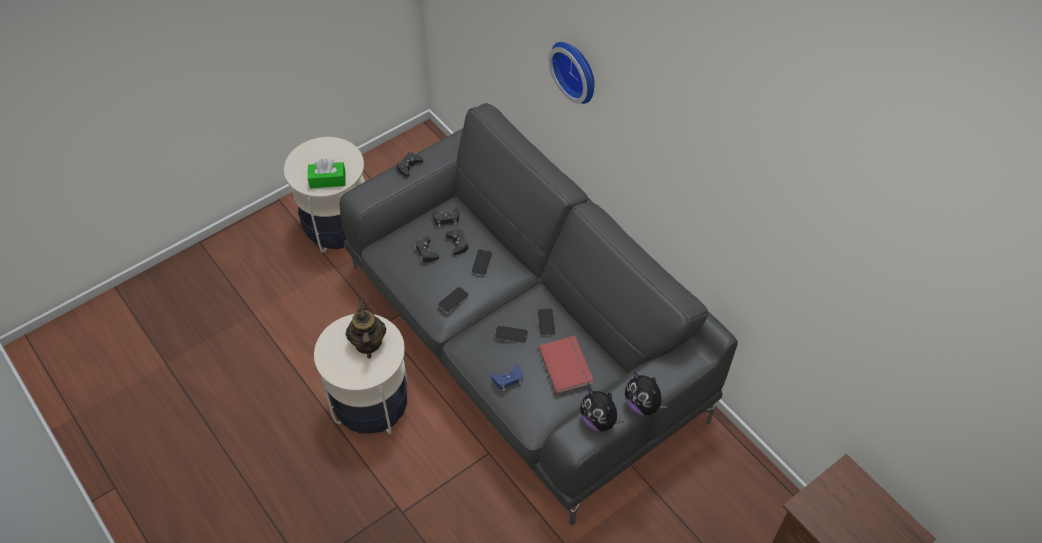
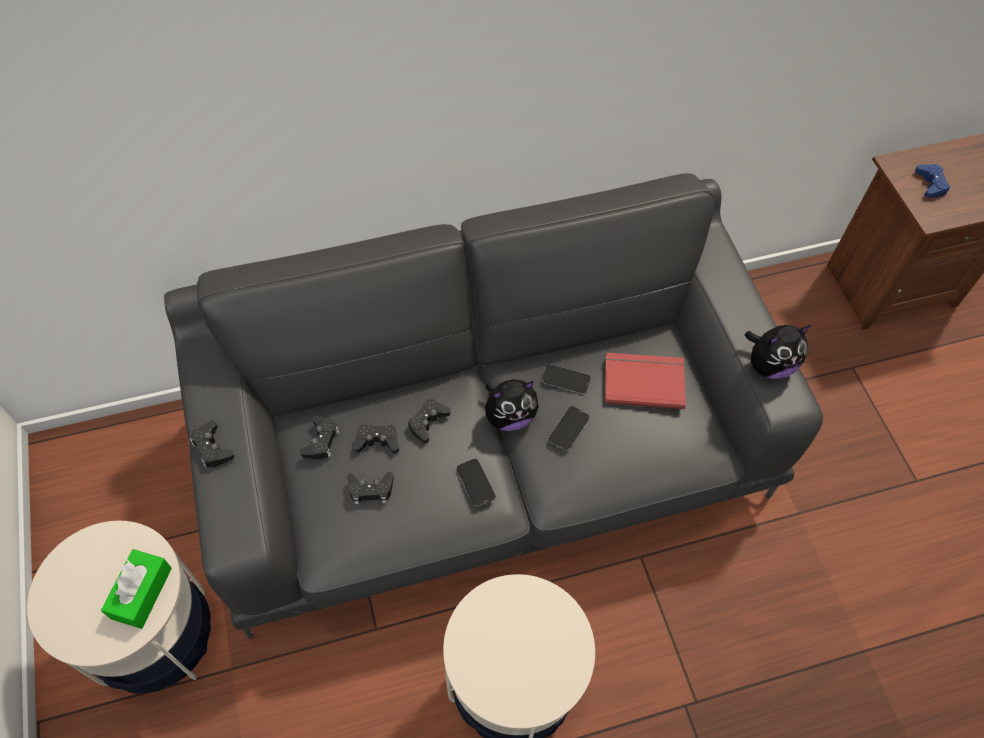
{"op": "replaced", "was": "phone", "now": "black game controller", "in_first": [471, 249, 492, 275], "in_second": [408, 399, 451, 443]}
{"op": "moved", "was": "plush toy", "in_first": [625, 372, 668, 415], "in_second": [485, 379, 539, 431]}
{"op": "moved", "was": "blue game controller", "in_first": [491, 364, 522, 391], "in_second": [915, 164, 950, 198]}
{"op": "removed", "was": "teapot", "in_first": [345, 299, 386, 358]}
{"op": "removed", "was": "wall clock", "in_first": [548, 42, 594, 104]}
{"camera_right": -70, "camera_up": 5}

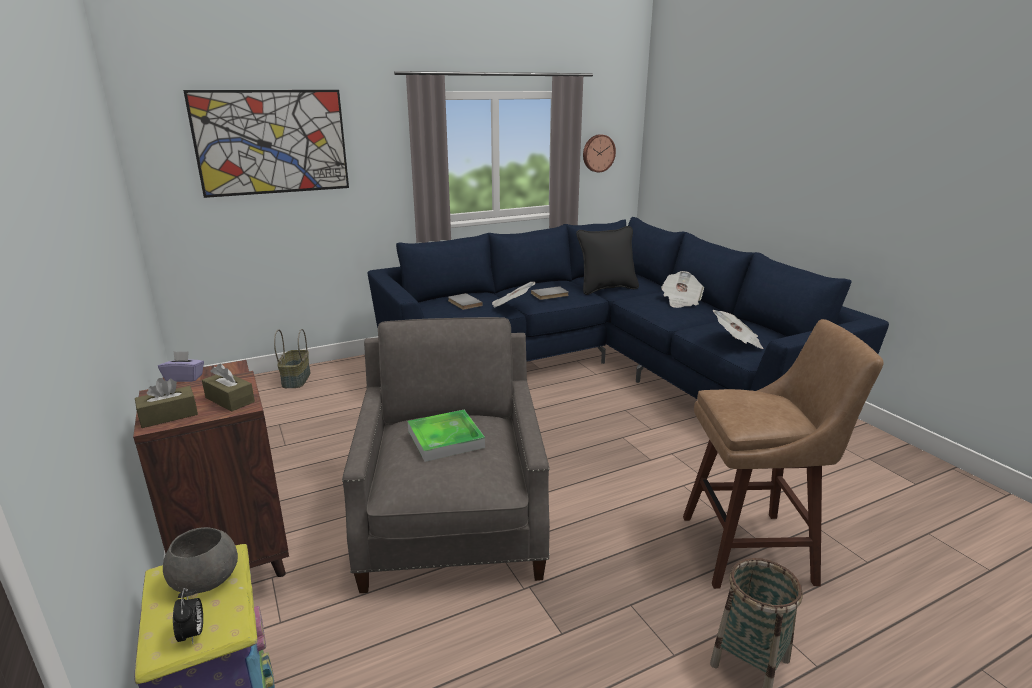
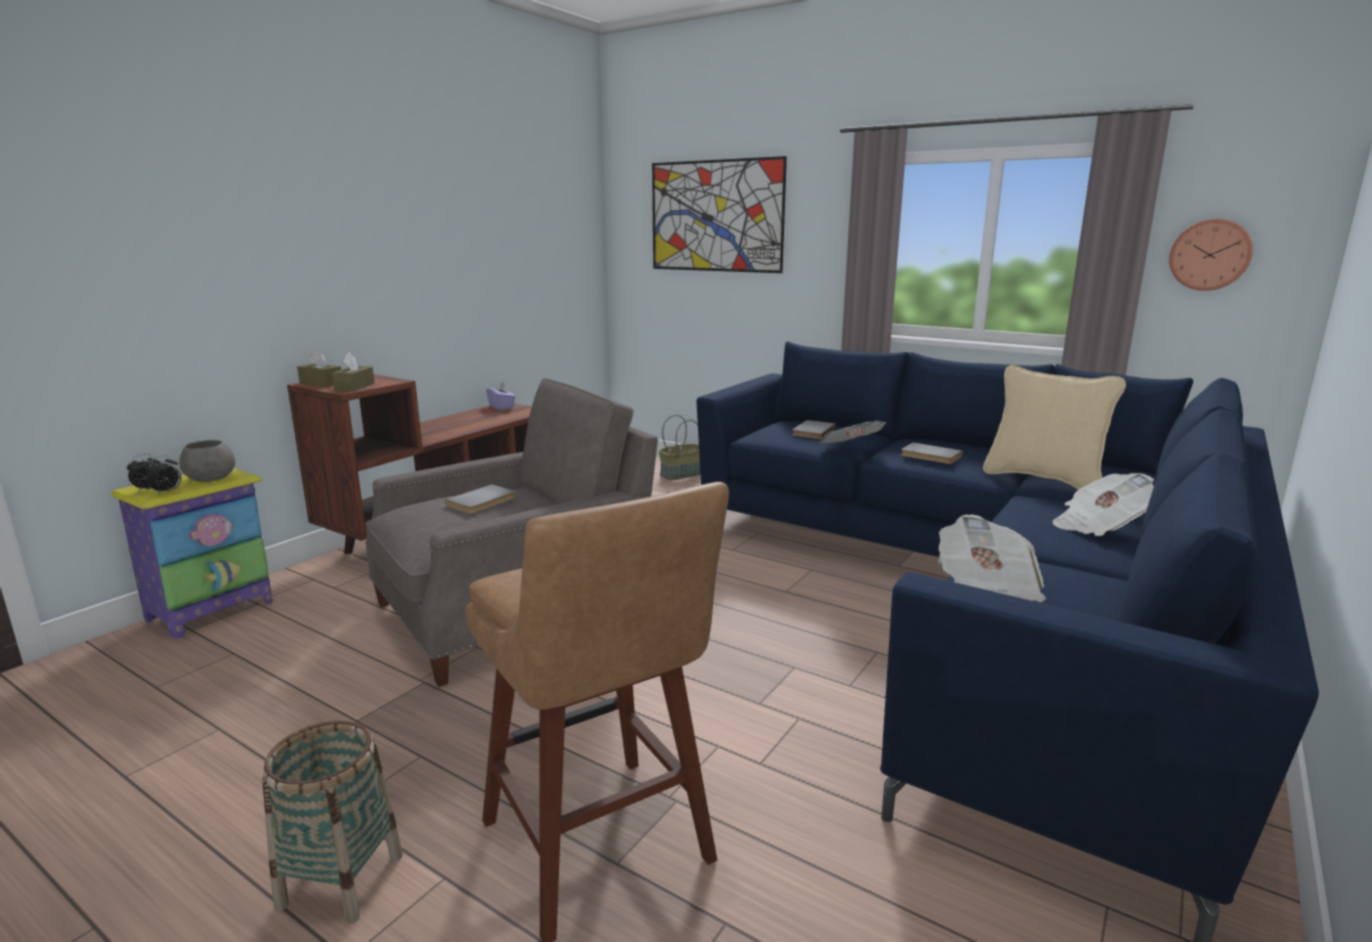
{"op": "added", "now": "alarm clock", "in_second": [146, 455, 181, 494]}
{"op": "replaced", "was": "tray", "now": "grey book", "in_first": [408, 410, 485, 462], "in_second": [445, 484, 516, 514]}
{"op": "recoloured", "was": "black pillow", "now": "beige pillow", "in_first": [576, 226, 639, 295], "in_second": [983, 365, 1126, 489]}
{"camera_right": 60, "camera_up": -5}

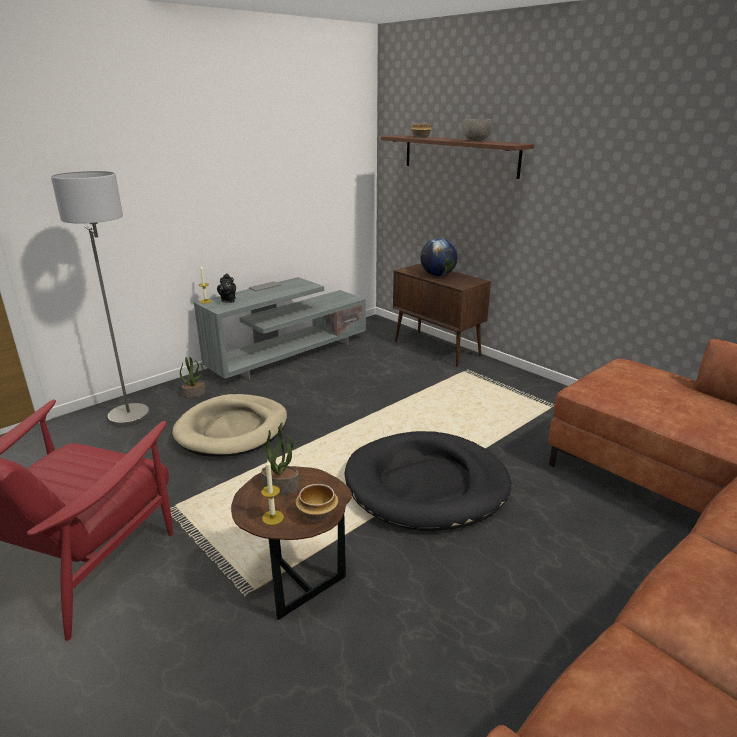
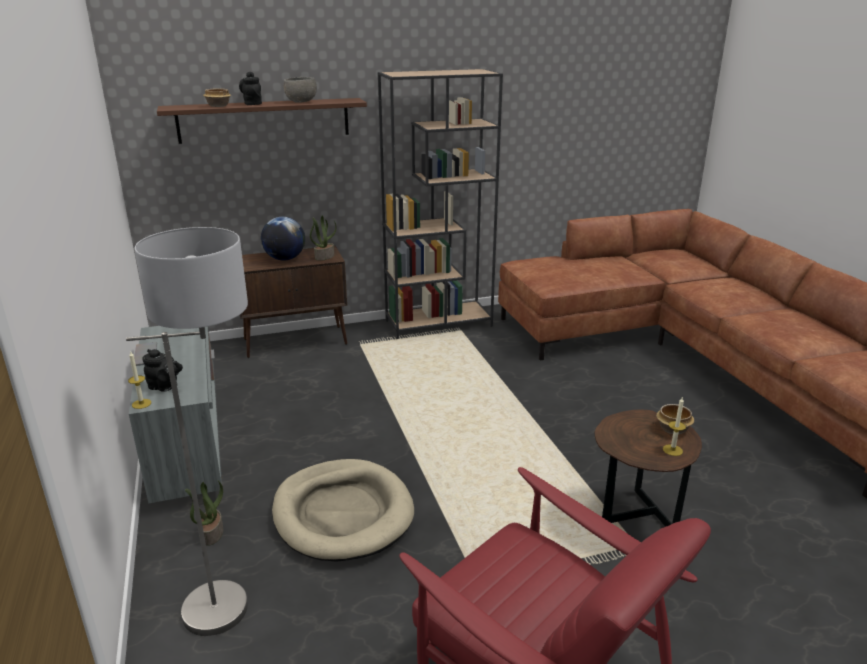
{"op": "added", "now": "black teapot", "in_second": [239, 71, 262, 105]}
{"op": "moved", "was": "potted plant", "in_first": [261, 422, 299, 495], "in_second": [310, 215, 337, 261]}
{"op": "added", "now": "bookcase", "in_second": [378, 69, 503, 339]}
{"op": "removed", "was": "black dog bed", "in_first": [344, 431, 512, 531]}
{"camera_right": -65, "camera_up": 0}

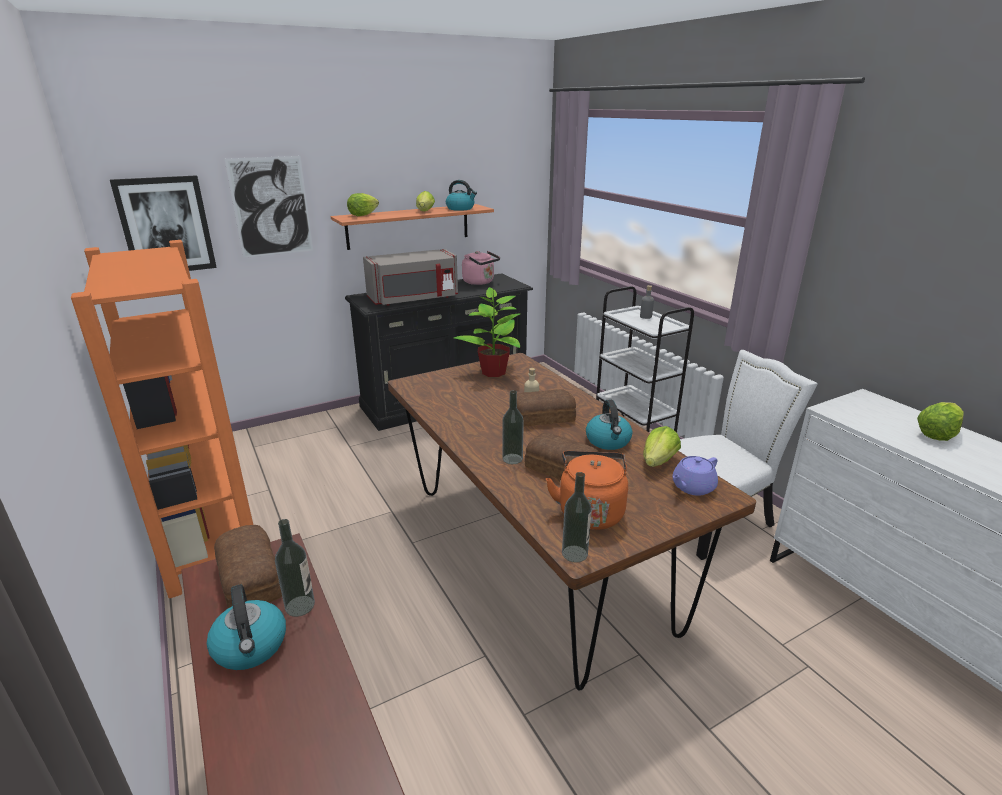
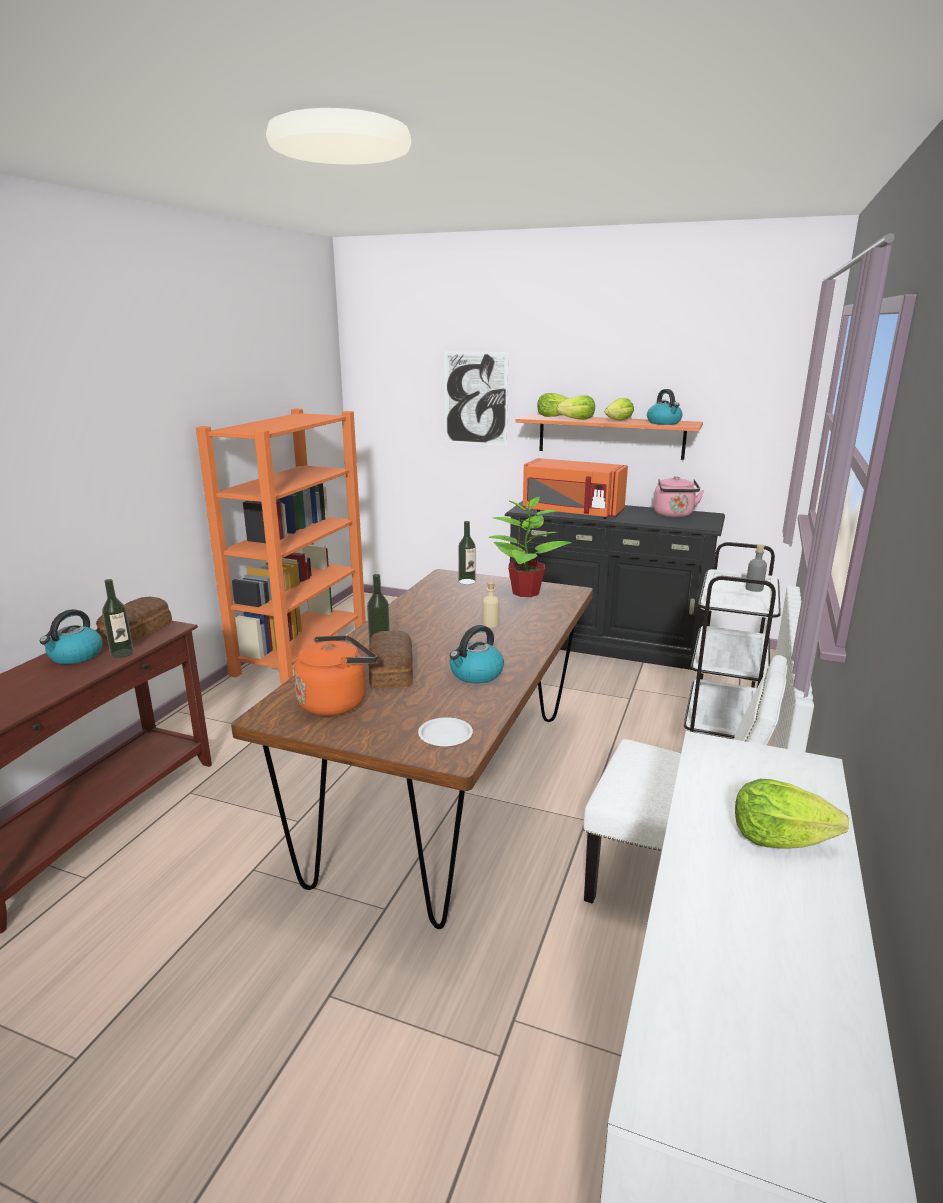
{"op": "replaced", "was": "purple teapot", "now": "white plate", "in_first": [672, 456, 718, 496], "in_second": [418, 717, 473, 747]}
{"op": "moved", "was": "bottle", "in_first": [562, 472, 592, 563], "in_second": [458, 521, 476, 585]}
{"op": "recoloured", "was": "grey microwave", "now": "orange microwave", "in_first": [363, 249, 458, 306], "in_second": [523, 458, 628, 519]}
{"op": "moved", "was": "lettuce", "in_first": [643, 426, 681, 467], "in_second": [557, 395, 595, 420]}
{"op": "removed", "was": "picture", "in_first": [110, 175, 217, 271]}
{"op": "removed", "was": "bread", "in_first": [517, 389, 576, 427]}
{"camera_right": 50, "camera_up": -5}

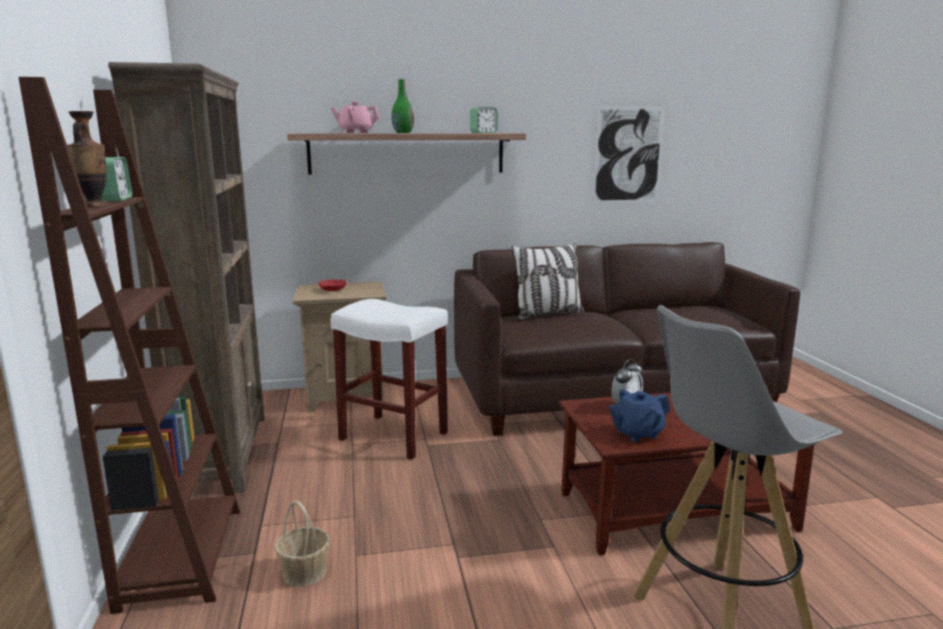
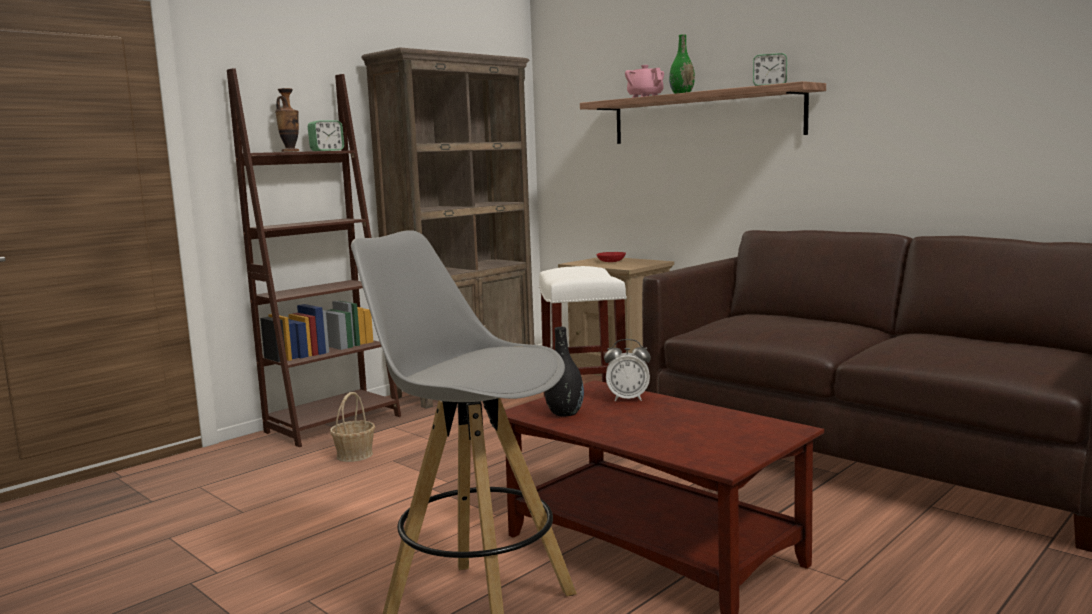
{"op": "replaced", "was": "blue teapot", "now": "black vase", "in_first": [609, 389, 670, 442], "in_second": [545, 327, 584, 417]}
{"op": "removed", "was": "pillow", "in_first": [511, 243, 584, 320]}
{"op": "removed", "was": "picture", "in_first": [593, 106, 664, 203]}
{"camera_right": 55, "camera_up": -5}

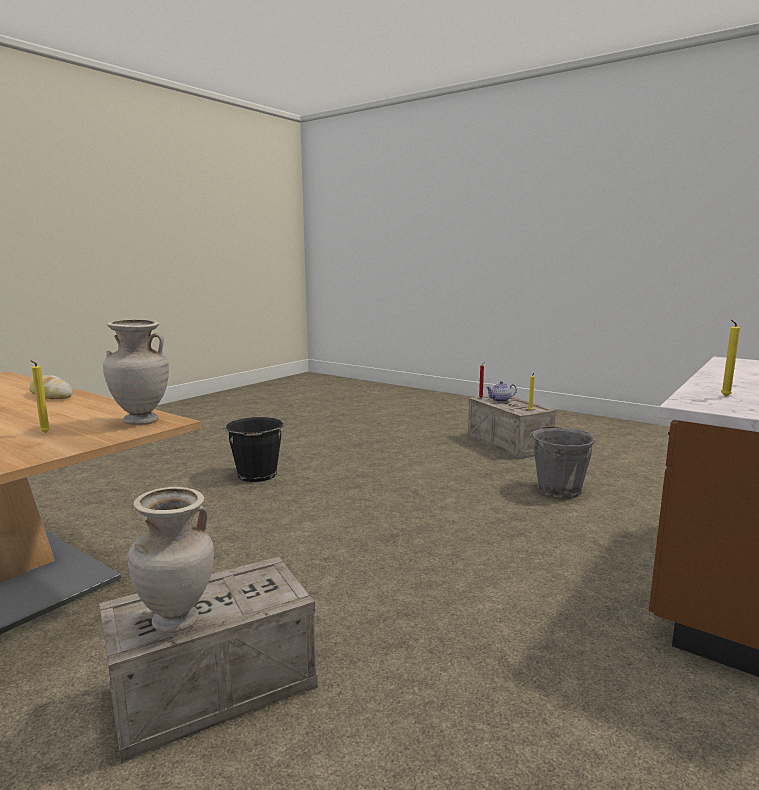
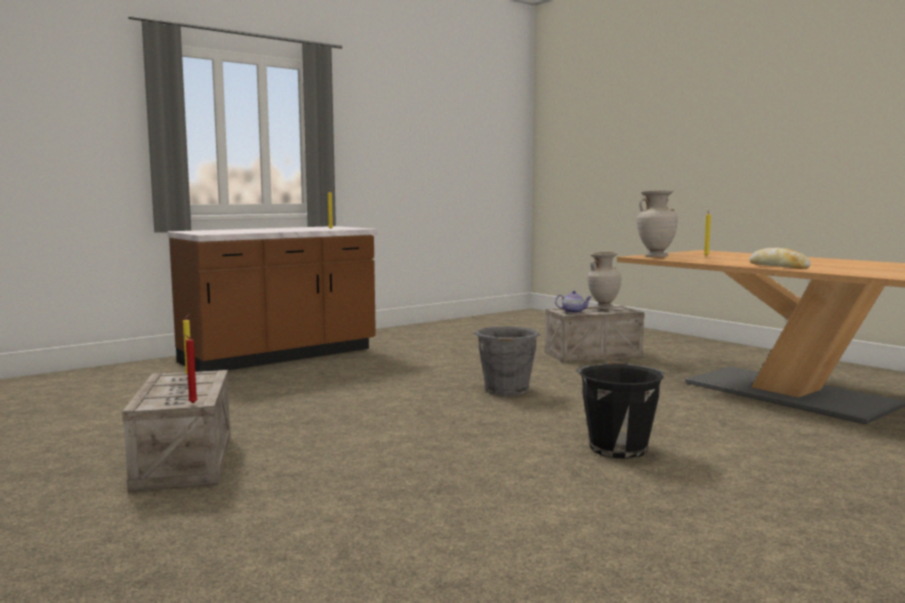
{"op": "moved", "was": "grey bucket", "in_first": [530, 426, 595, 499], "in_second": [473, 326, 541, 396]}
{"op": "moved", "was": "teapot", "in_first": [486, 381, 517, 402], "in_second": [555, 291, 592, 313]}
{"camera_right": -165, "camera_up": -5}

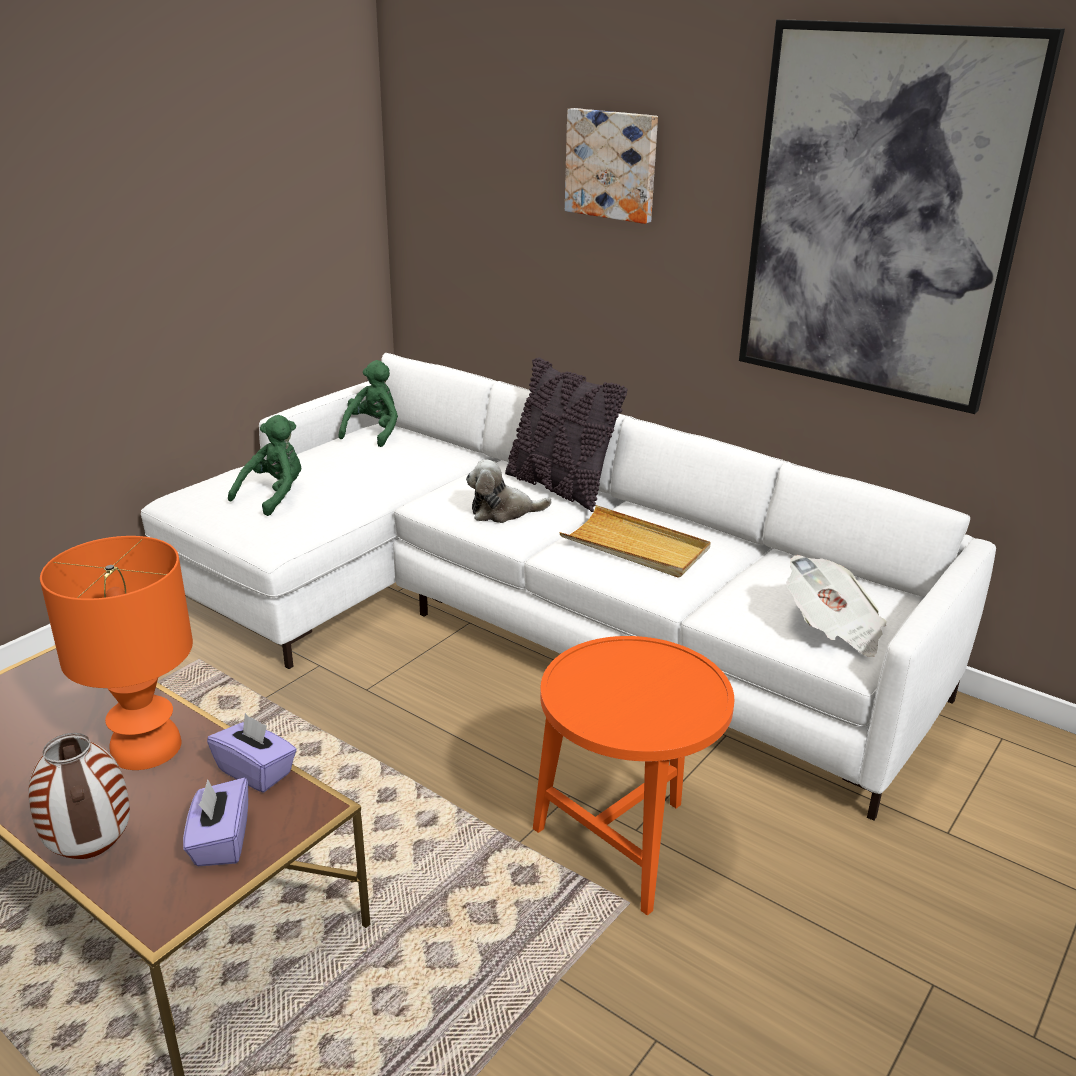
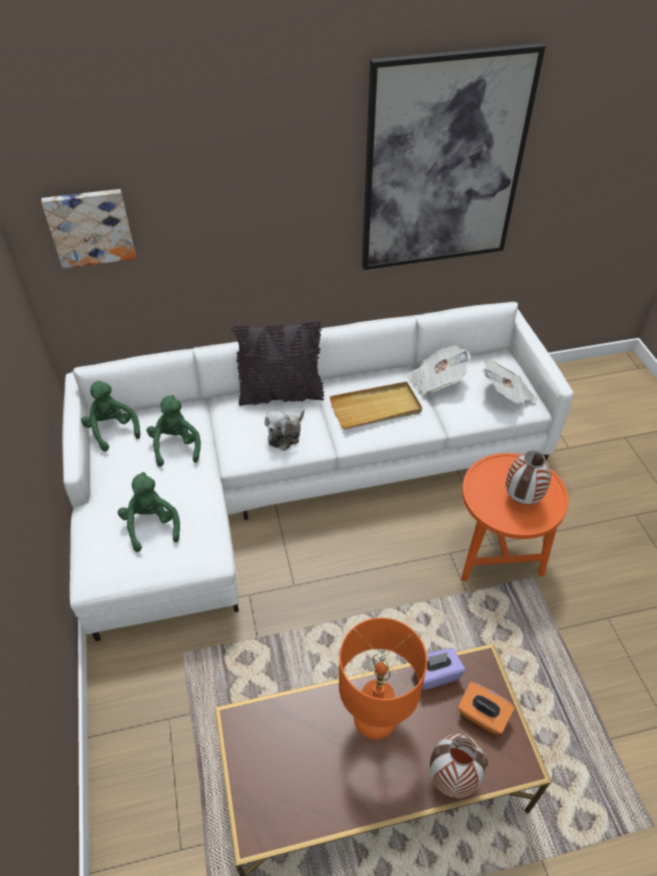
{"op": "moved", "was": "picture", "in_first": [565, 108, 658, 224], "in_second": [41, 189, 136, 268]}
{"op": "added", "now": "green plush toy", "in_second": [147, 395, 201, 467]}
{"op": "added", "now": "newspaper", "in_second": [408, 345, 471, 394]}
{"op": "recoloured", "was": "purple tissue box", "now": "orange tissue box", "in_first": [183, 778, 248, 866], "in_second": [458, 682, 515, 735]}
{"op": "added", "now": "vase", "in_second": [506, 451, 551, 505]}
{"camera_right": -50, "camera_up": 20}

